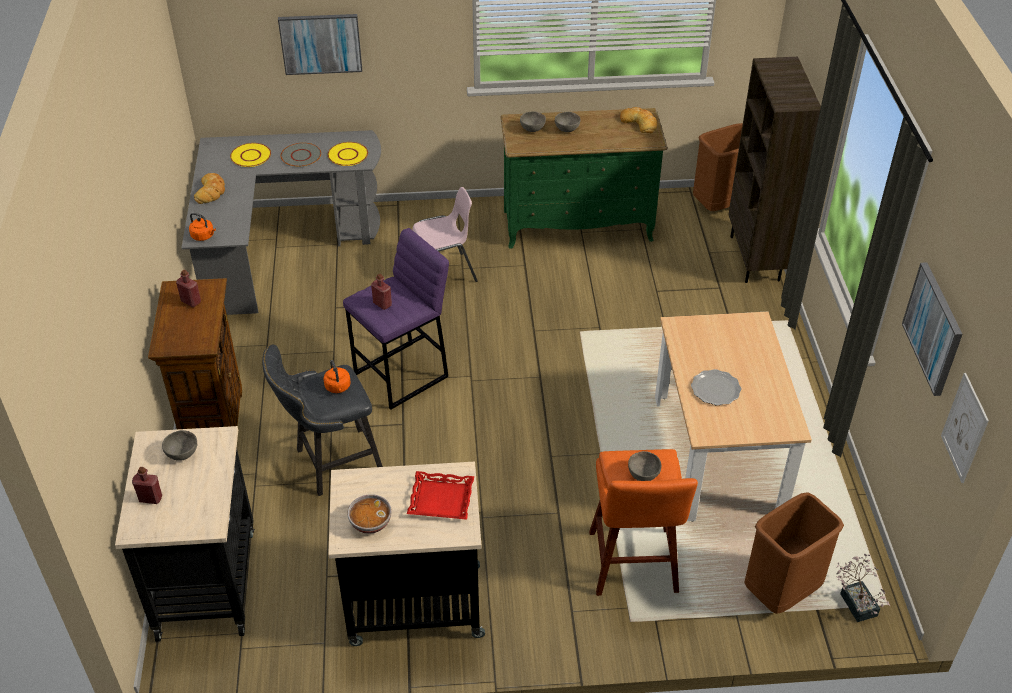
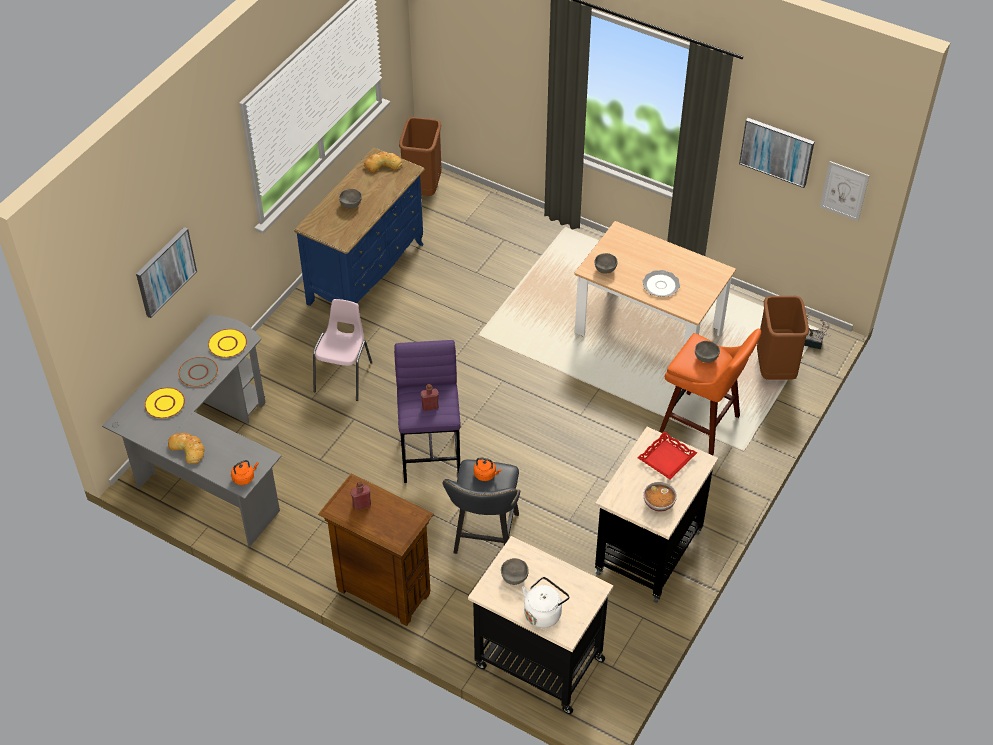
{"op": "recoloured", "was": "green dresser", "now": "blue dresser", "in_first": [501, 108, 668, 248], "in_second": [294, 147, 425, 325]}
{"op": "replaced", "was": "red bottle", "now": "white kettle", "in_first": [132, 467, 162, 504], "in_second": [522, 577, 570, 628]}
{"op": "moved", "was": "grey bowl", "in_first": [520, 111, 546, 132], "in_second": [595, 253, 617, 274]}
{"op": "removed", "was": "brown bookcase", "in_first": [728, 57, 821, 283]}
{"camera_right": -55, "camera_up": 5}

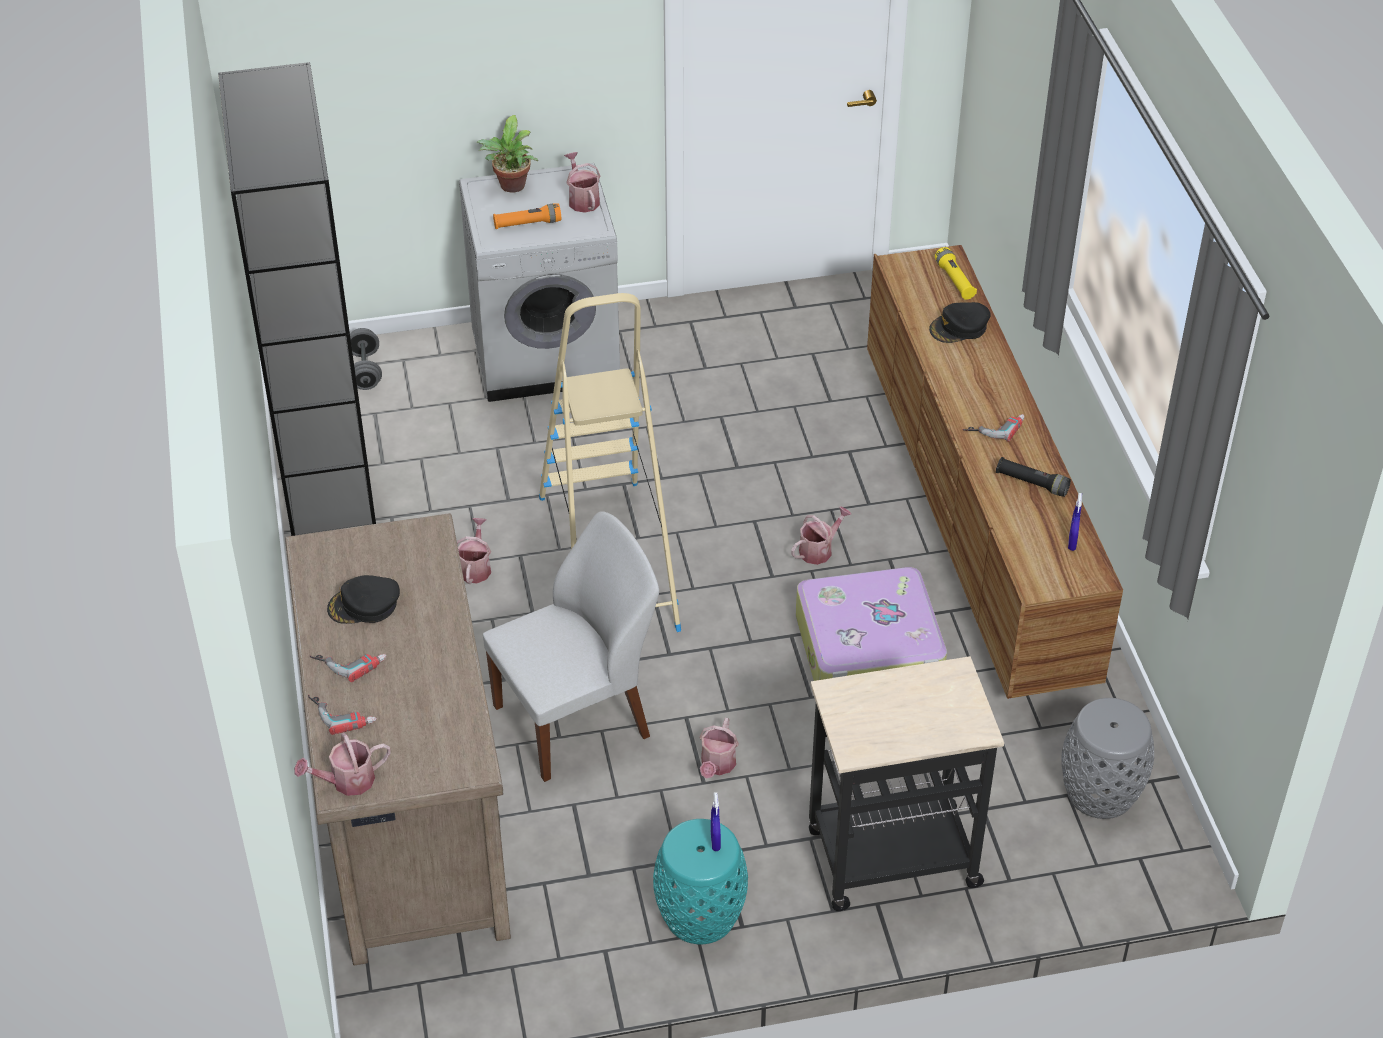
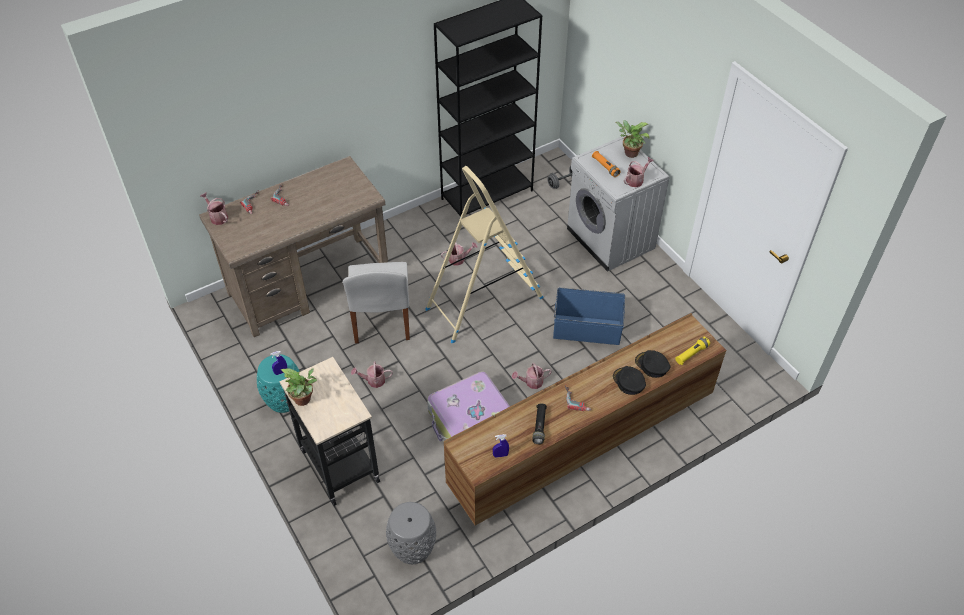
{"op": "added", "now": "potted plant", "in_second": [281, 368, 317, 406]}
{"op": "turned", "was": "white chair", "in_first": [483, 511, 659, 782], "in_second": [343, 262, 410, 343], "clockwise": 45}
{"op": "turned", "was": "watering can", "in_first": [791, 506, 852, 565], "in_second": [512, 363, 552, 389], "clockwise": 135}
{"op": "added", "now": "blue storage box", "in_second": [553, 287, 625, 345]}
{"op": "moved", "was": "black cap", "in_first": [327, 575, 400, 624], "in_second": [613, 366, 646, 395]}
{"camera_right": 70, "camera_up": 5}

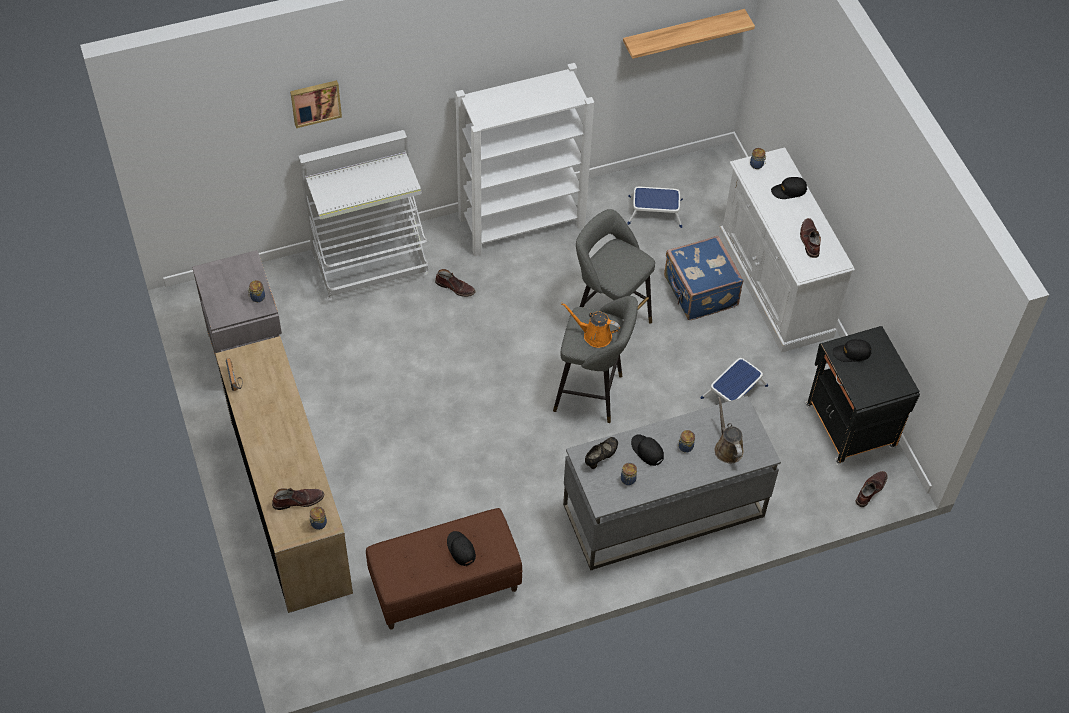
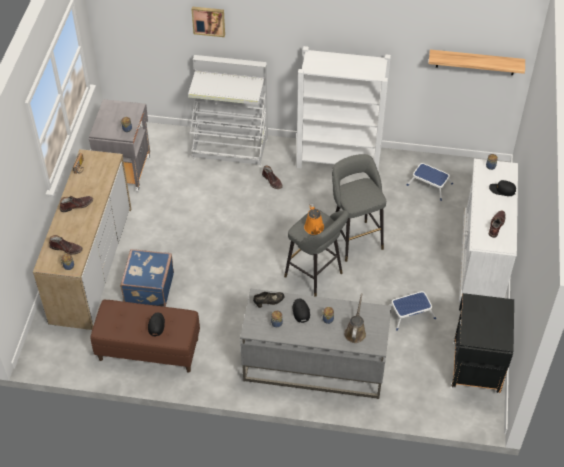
{"op": "moved", "was": "brown boot", "in_first": [856, 471, 888, 507], "in_second": [60, 196, 93, 212]}
{"op": "moved", "was": "blue suitcase", "in_first": [664, 236, 743, 320], "in_second": [120, 249, 174, 307]}
{"op": "turned", "was": "orange watering can", "in_first": [561, 303, 620, 348], "in_second": [304, 204, 324, 235], "clockwise": -150}
{"op": "removed", "was": "black cap", "in_first": [833, 339, 872, 362]}
{"camera_right": 30, "camera_up": -5}

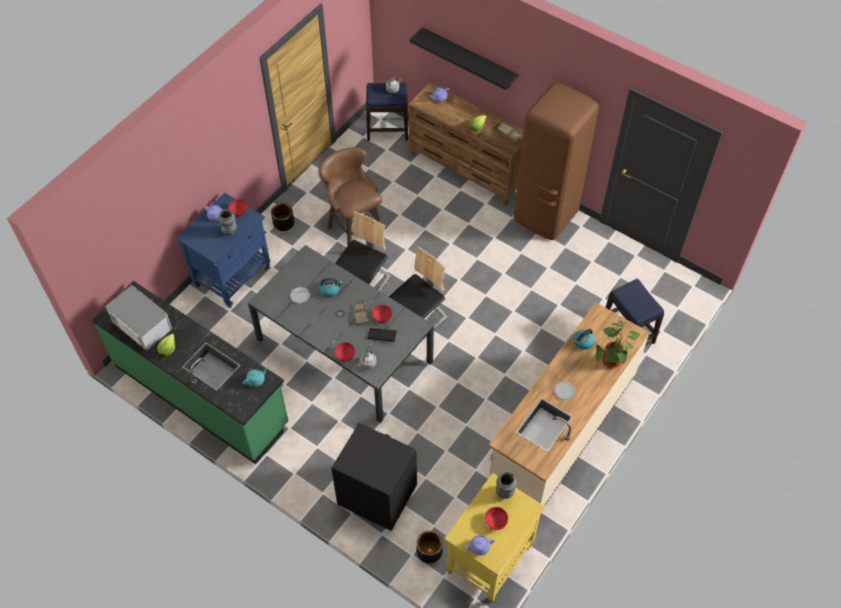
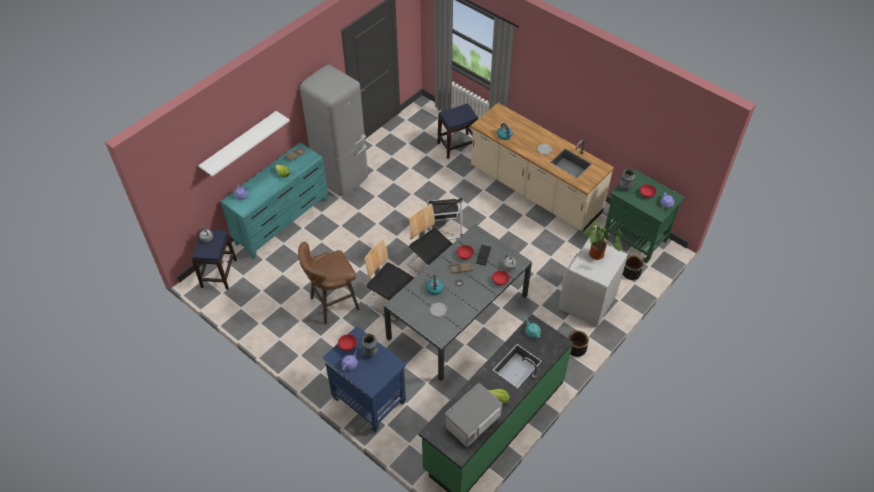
{"op": "recoloured", "was": "black shelf", "now": "white shelf", "in_first": [409, 27, 519, 90], "in_second": [198, 111, 290, 177]}
{"op": "recoloured", "was": "brown dresser", "now": "turquoise dresser", "in_first": [409, 82, 524, 206], "in_second": [221, 142, 328, 259]}
{"op": "recoloured", "was": "brown fridge", "now": "grey fridge", "in_first": [514, 82, 599, 240], "in_second": [300, 65, 368, 196]}
{"op": "added", "now": "step ladder", "in_second": [427, 197, 463, 240]}
{"op": "recoloured", "was": "black washing machine", "now": "white washing machine", "in_first": [331, 423, 417, 531], "in_second": [558, 237, 628, 327]}
{"op": "moved", "was": "black planter", "in_first": [271, 203, 294, 231], "in_second": [568, 331, 589, 357]}
{"op": "moved", "was": "potted plant", "in_first": [595, 321, 642, 368], "in_second": [580, 220, 623, 260]}
{"op": "recoloured", "was": "yellow cart", "now": "green cart", "in_first": [444, 473, 545, 603], "in_second": [604, 169, 685, 263]}
{"camera_right": -85, "camera_up": -5}

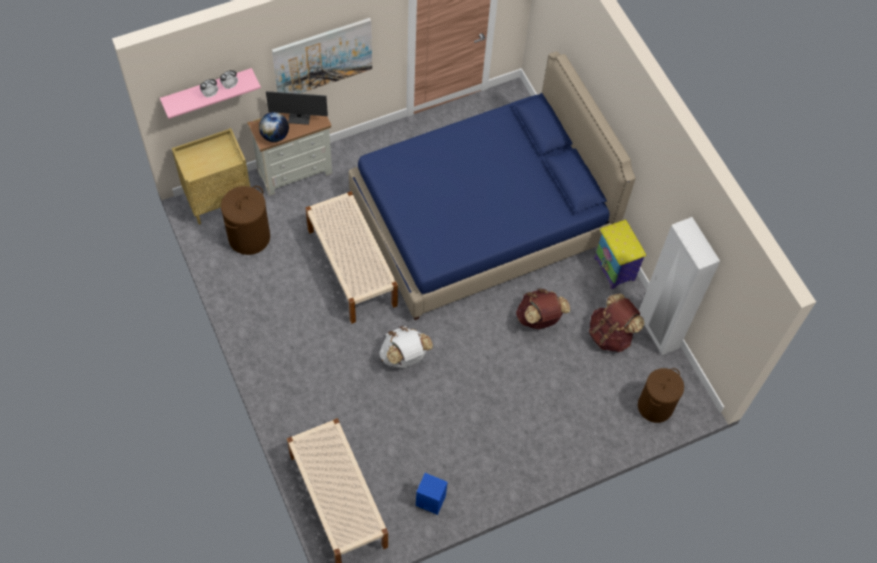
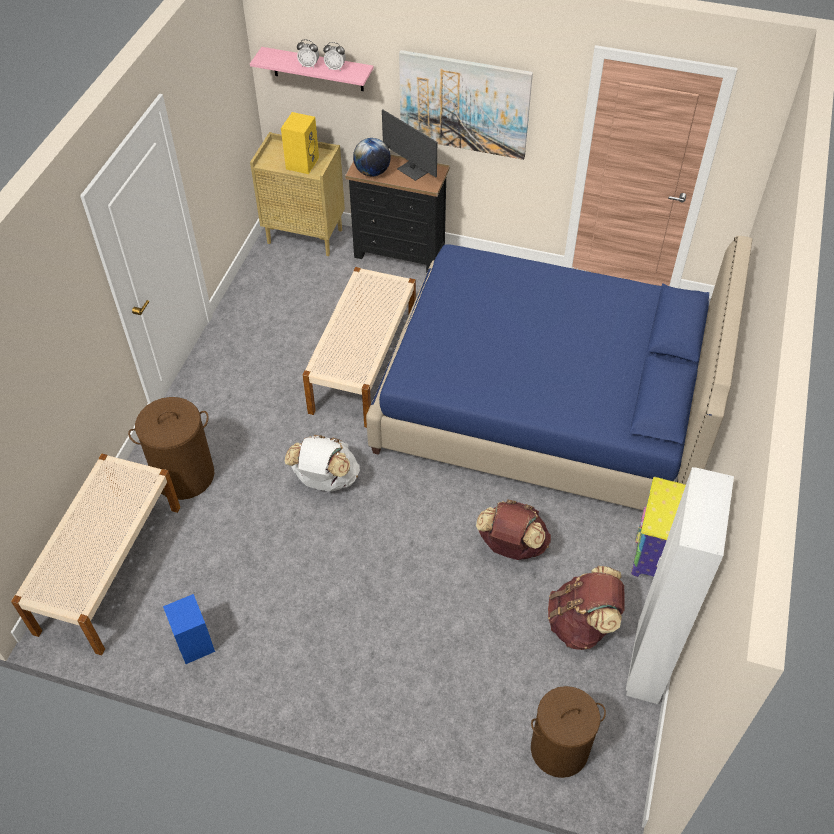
{"op": "moved", "was": "brown laundry basket", "in_first": [221, 186, 270, 255], "in_second": [128, 397, 214, 500]}
{"op": "added", "now": "yellow speaker", "in_second": [281, 112, 319, 174]}
{"op": "recoloured", "was": "white dresser", "now": "black dresser", "in_first": [247, 113, 332, 196], "in_second": [345, 154, 450, 273]}
{"camera_right": 45, "camera_up": -10}

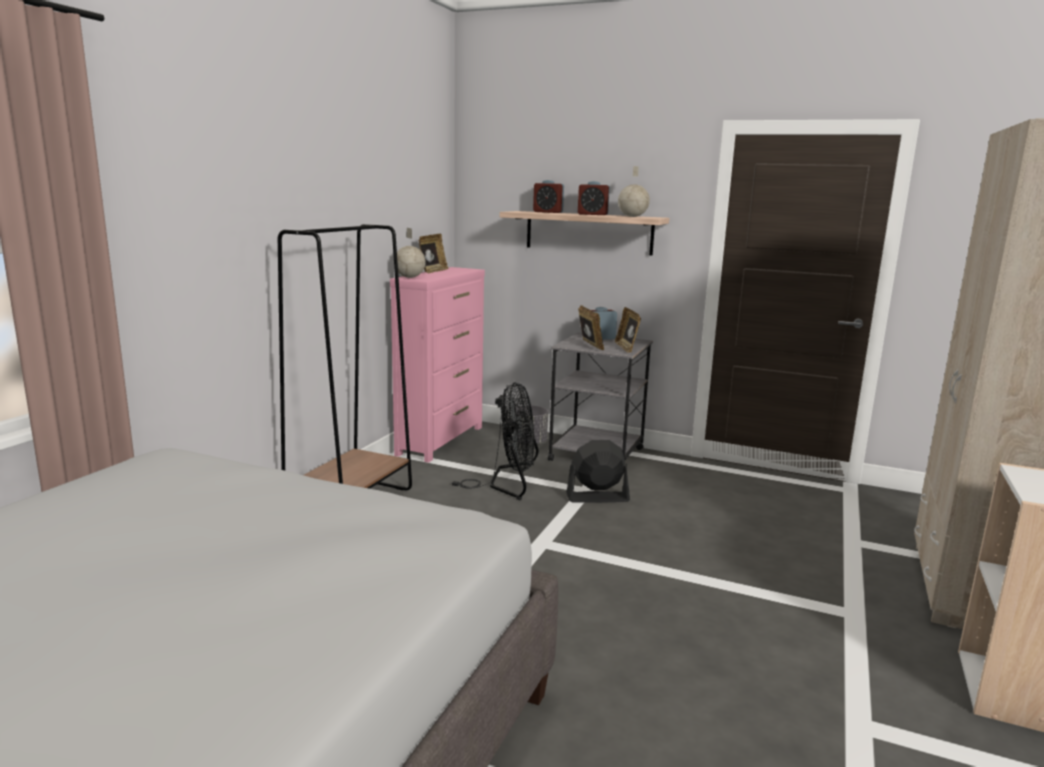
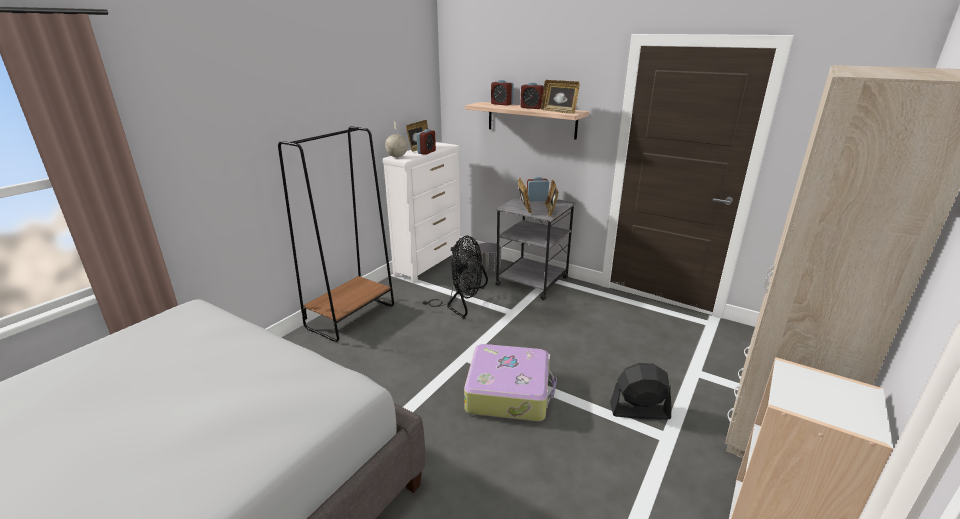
{"op": "recoloured", "was": "pink dresser", "now": "white dresser", "in_first": [390, 267, 485, 463], "in_second": [383, 142, 460, 283]}
{"op": "added", "now": "alarm clock", "in_second": [417, 129, 436, 155]}
{"op": "added", "now": "suitcase", "in_second": [464, 344, 557, 421]}
{"op": "replaced", "was": "globe", "now": "picture frame", "in_first": [618, 166, 650, 217], "in_second": [541, 80, 580, 114]}
{"op": "moved", "was": "black fan", "in_first": [566, 440, 630, 503], "in_second": [610, 363, 671, 420]}
{"camera_right": 10, "camera_up": 10}

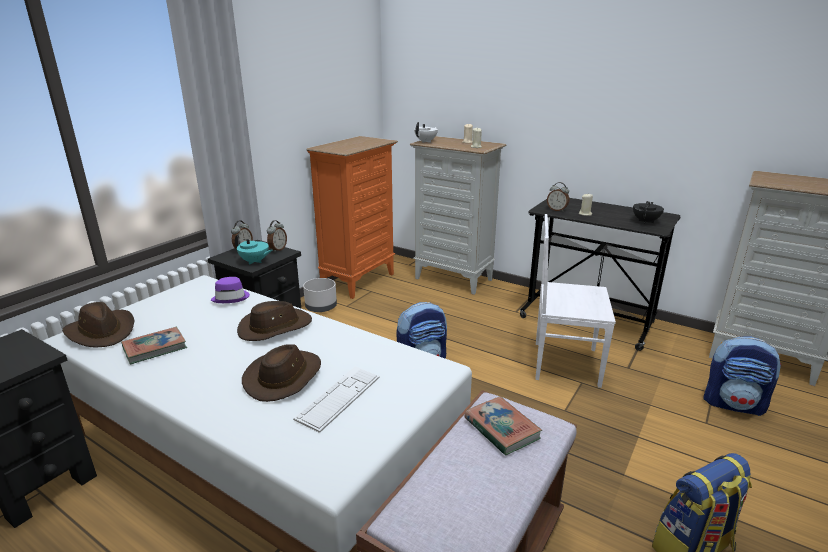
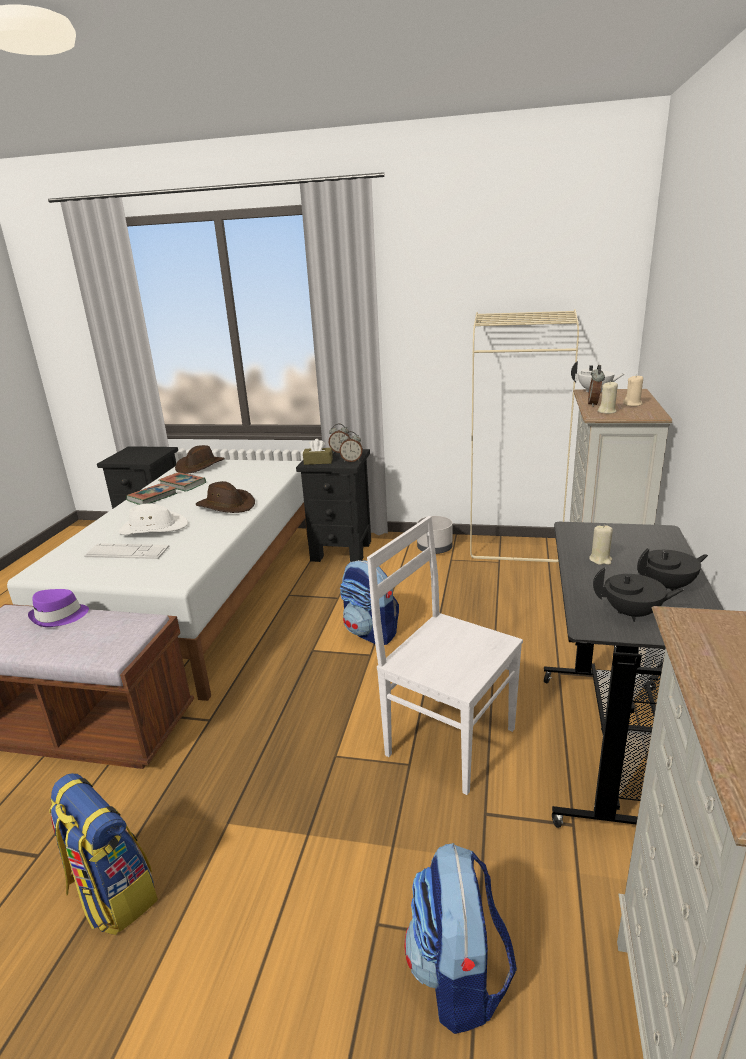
{"op": "moved", "was": "purple hat", "in_first": [211, 277, 250, 303], "in_second": [28, 589, 89, 627]}
{"op": "recoloured", "was": "brown hat", "now": "white hat", "in_first": [242, 344, 321, 402], "in_second": [118, 504, 188, 535]}
{"op": "moved", "was": "book", "in_first": [465, 396, 542, 456], "in_second": [126, 483, 177, 505]}
{"op": "replaced", "was": "turquoise teapot", "now": "brown tissue box", "in_first": [235, 234, 272, 265], "in_second": [303, 439, 333, 465]}
{"op": "turned", "was": "white chair", "in_first": [536, 214, 616, 388], "in_second": [367, 516, 523, 795], "clockwise": -45}
{"op": "replaced", "was": "orange dresser", "now": "beige clothes rack", "in_first": [306, 136, 398, 299], "in_second": [470, 309, 579, 562]}
{"op": "moved", "was": "alarm clock", "in_first": [547, 182, 569, 212], "in_second": [588, 365, 605, 407]}
{"op": "added", "now": "black teapot", "in_second": [637, 548, 708, 591]}
{"camera_right": 70, "camera_up": 0}

